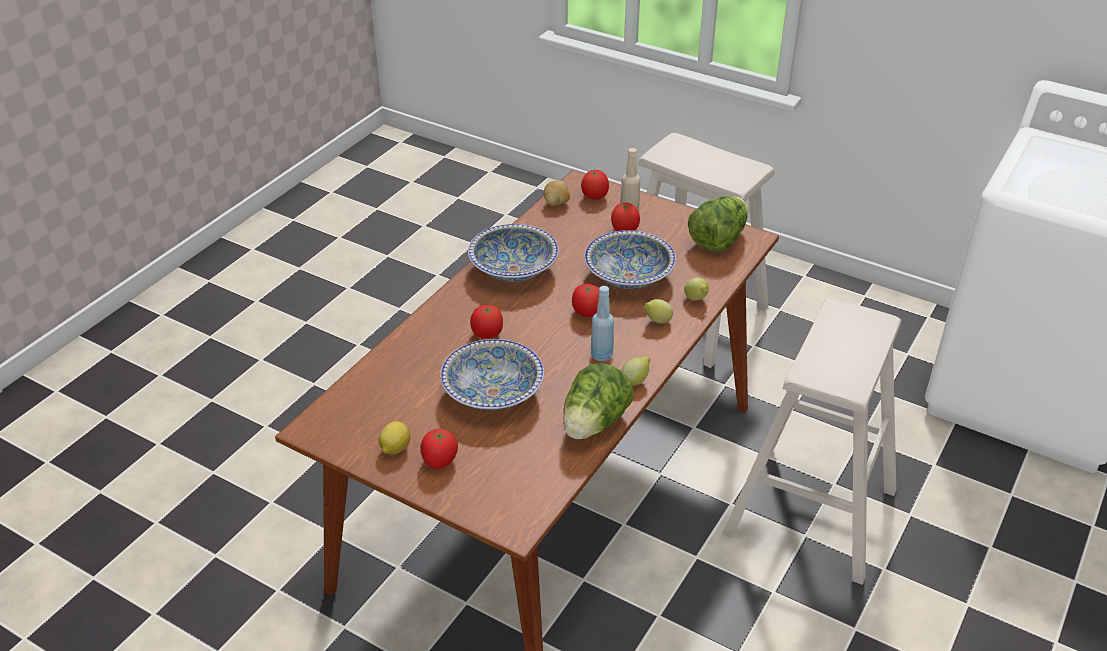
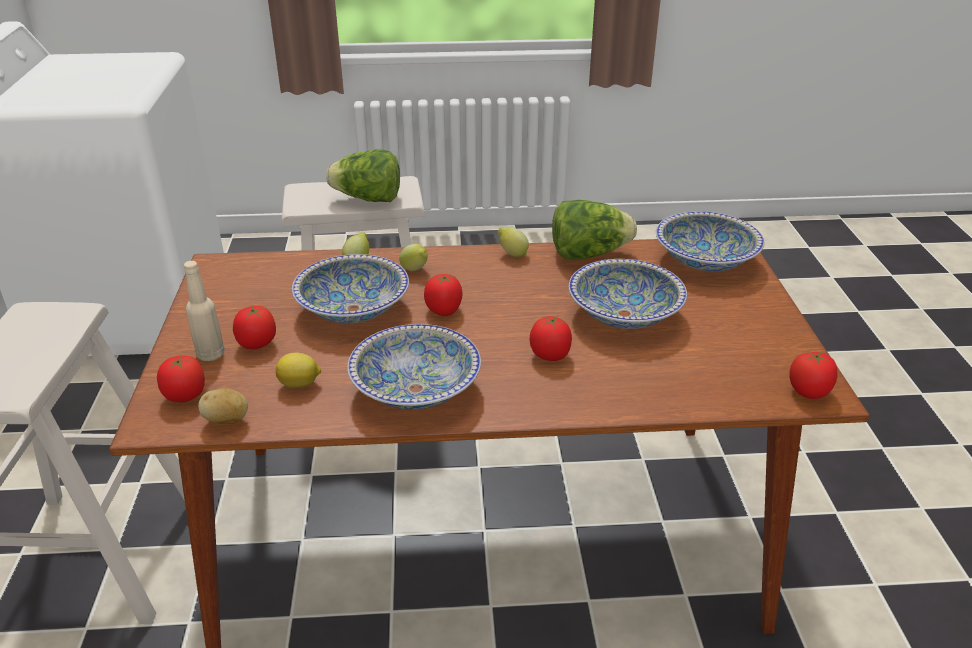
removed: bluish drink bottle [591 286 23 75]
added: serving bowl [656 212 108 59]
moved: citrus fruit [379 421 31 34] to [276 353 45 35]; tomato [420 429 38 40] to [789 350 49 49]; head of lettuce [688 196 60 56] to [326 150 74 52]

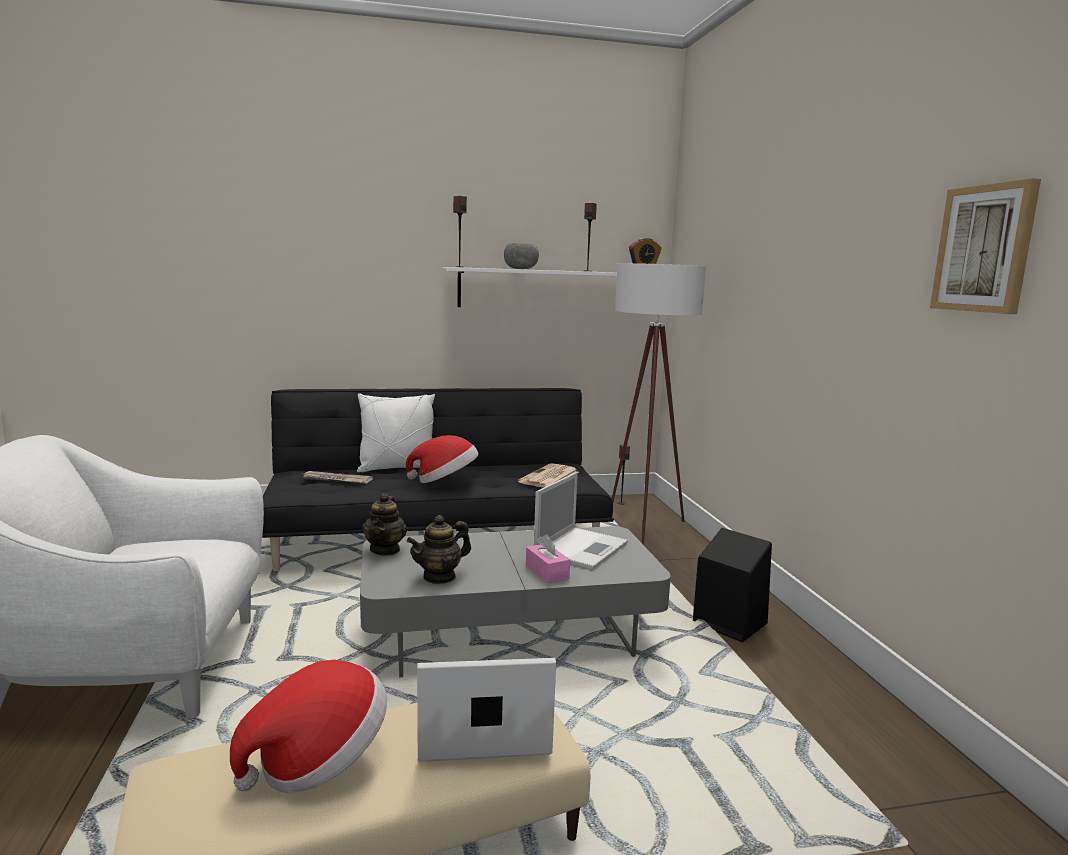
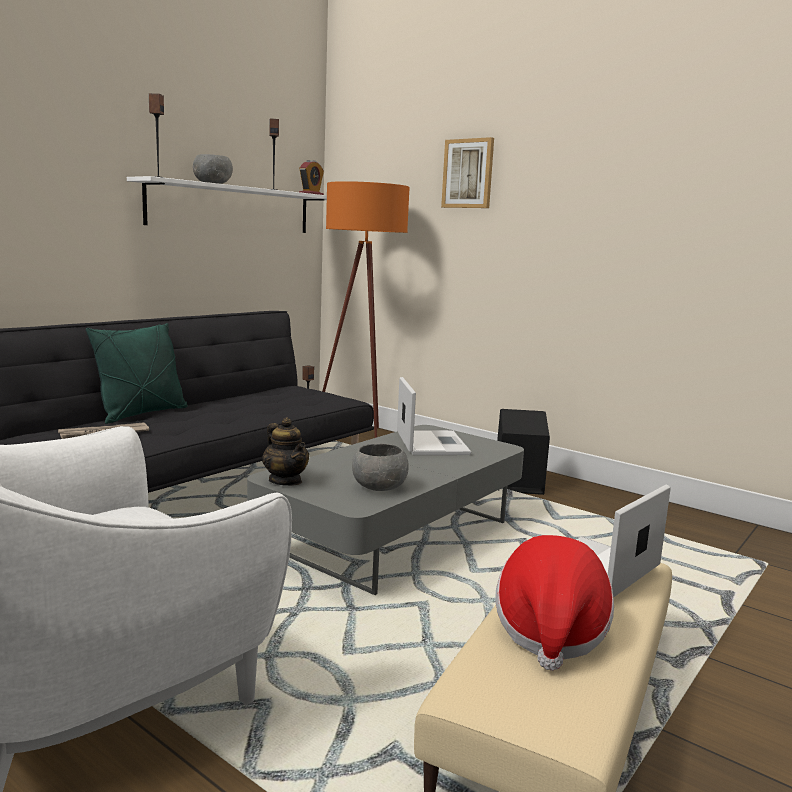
removed: clothing hat [406 435 72 48]; newspaper [518 463 61 25]; pinkish tissue box [526 534 44 49]
moved: wall art [930 178 111 136] to [441 137 53 71]
replaced: tea pot [407 515 64 69] to gray serving bowl [352 444 57 47]
recoloured: white-coloured throw pillow [357 393 78 79] to greenish throw pillow [86 323 102 101]; white-coloured floor lamp [612 263 94 281] to orange-coloured floor lamp [322 181 88 257]

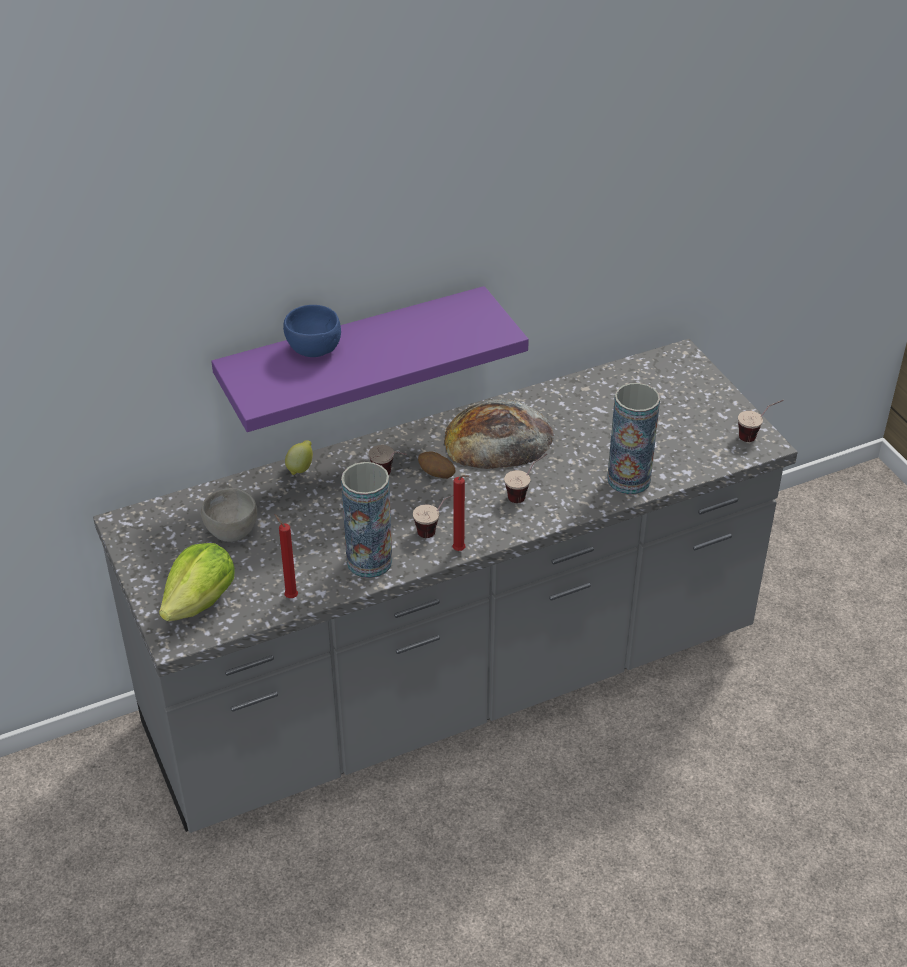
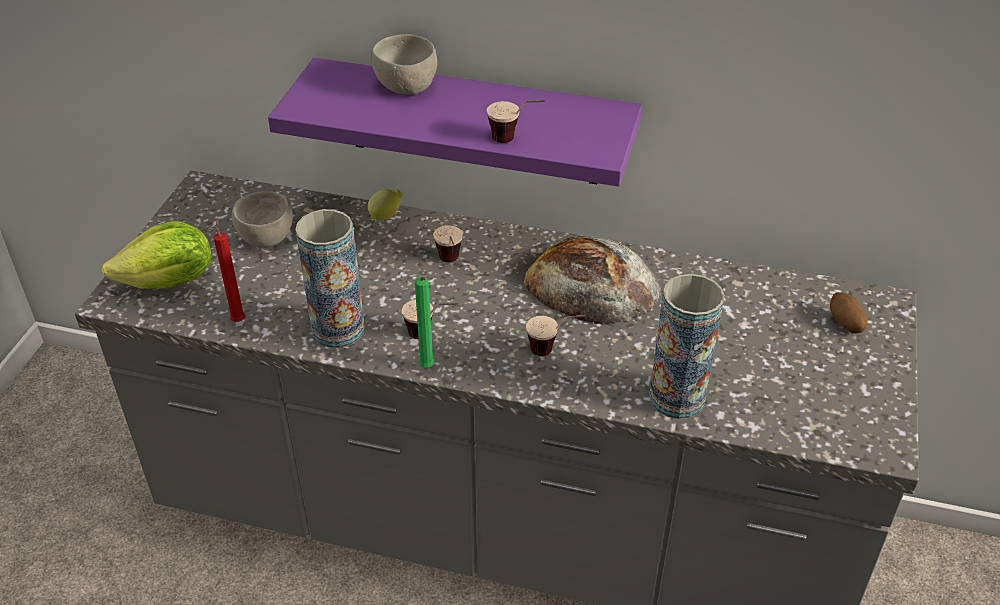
moved: whole potato [418 452 37 27] to [830 292 37 41]; drinking cup [738 400 46 42] to [487 100 57 43]
recoloured: bluish serving bowl [283 305 58 52] to gray serving bowl [371 34 66 61]; red-coloured candle [452 475 17 76] to greenish candle [415 276 20 91]

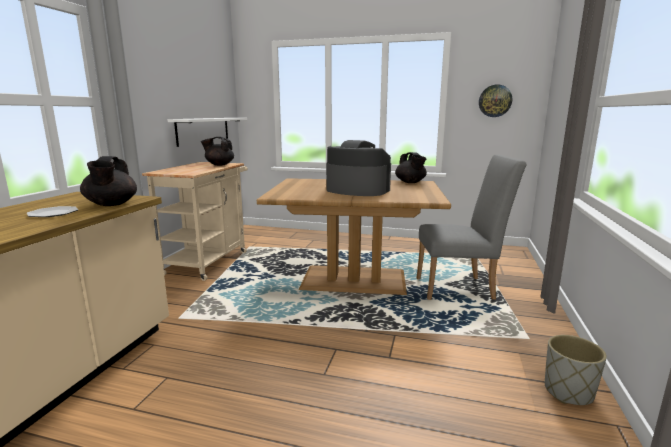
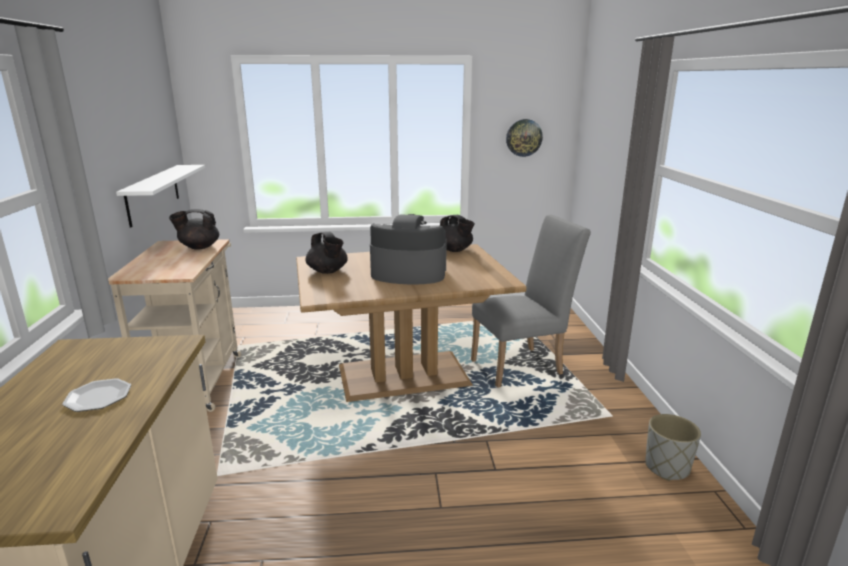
moved: black-coloured tea pot [80 156 57 50] to [305 232 43 42]

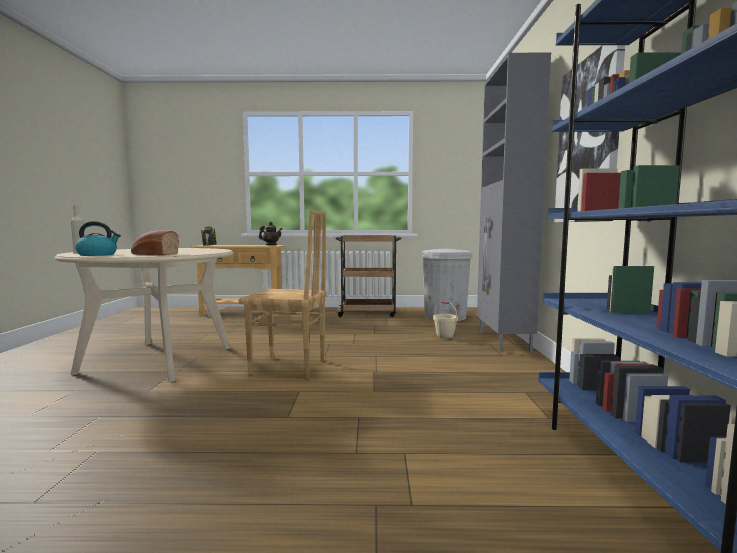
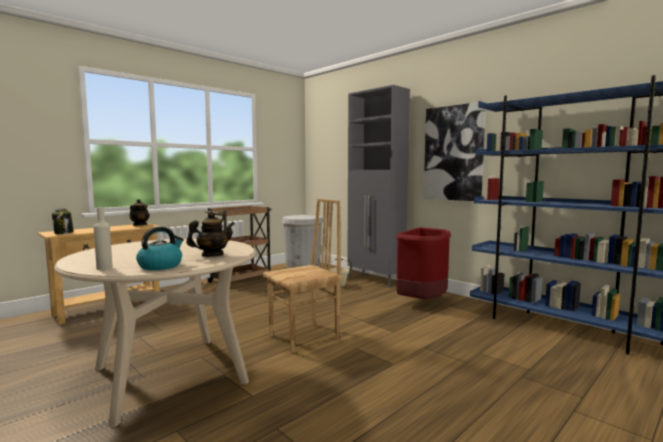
added: red-coloured rubbish bin [396 227 55 72]
replaced: bakery bread [131 230 48 25] to tea pot [186 212 49 45]

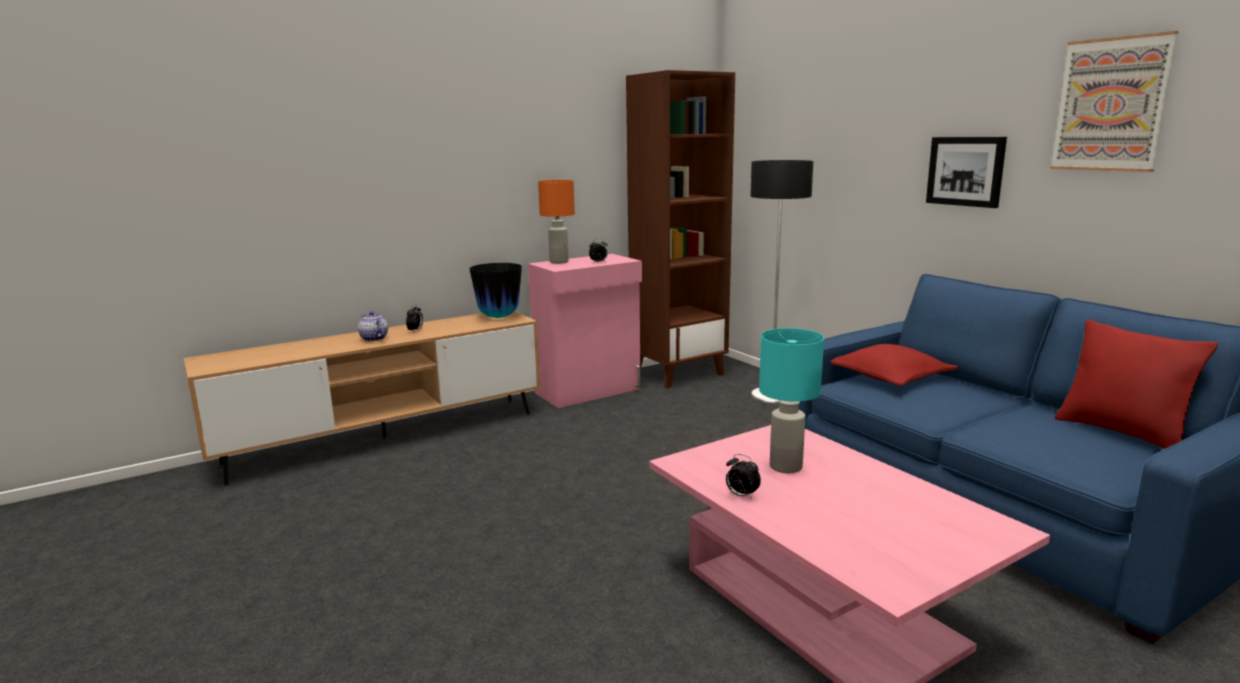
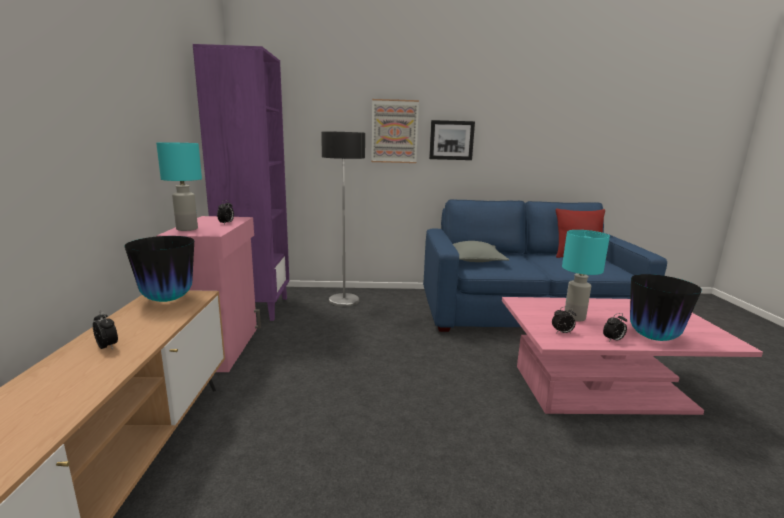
removed: tea pot [358 311 30 30]
added: alarm clock [552 307 24 26]; vase [630 274 72 67]
moved: wall art [1050 31 129 141] to [371 99 48 64]
recoloured: orange-coloured table lamp [538 180 37 84] to turquoise-coloured table lamp [156 142 46 89]; brown-coloured bookshelf [626 70 109 318] to purple-coloured bookshelf [193 44 96 277]; red-coloured throw pillow [830 344 128 43] to gray throw pillow [453 241 56 21]

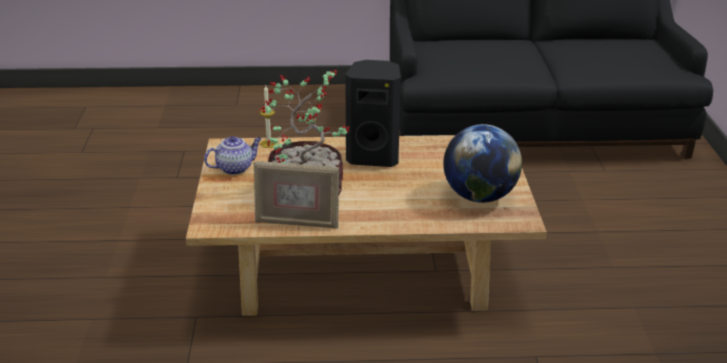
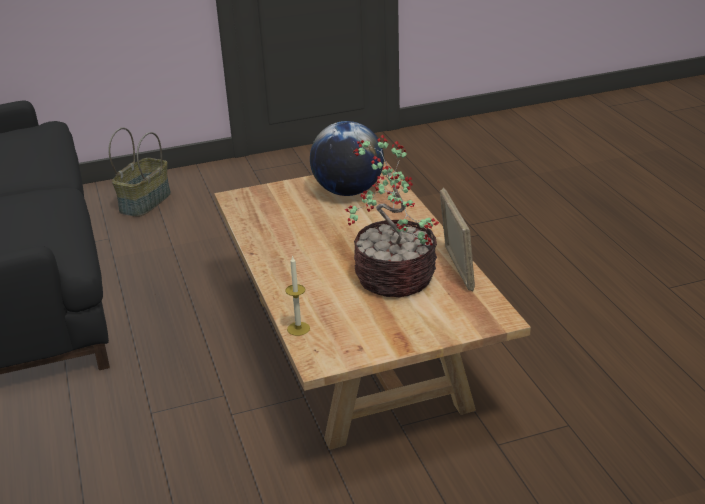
removed: tea pot [204 136 58 39]; black-coloured loudspeaker [345 60 56 107]
added: household basket [108 127 63 90]

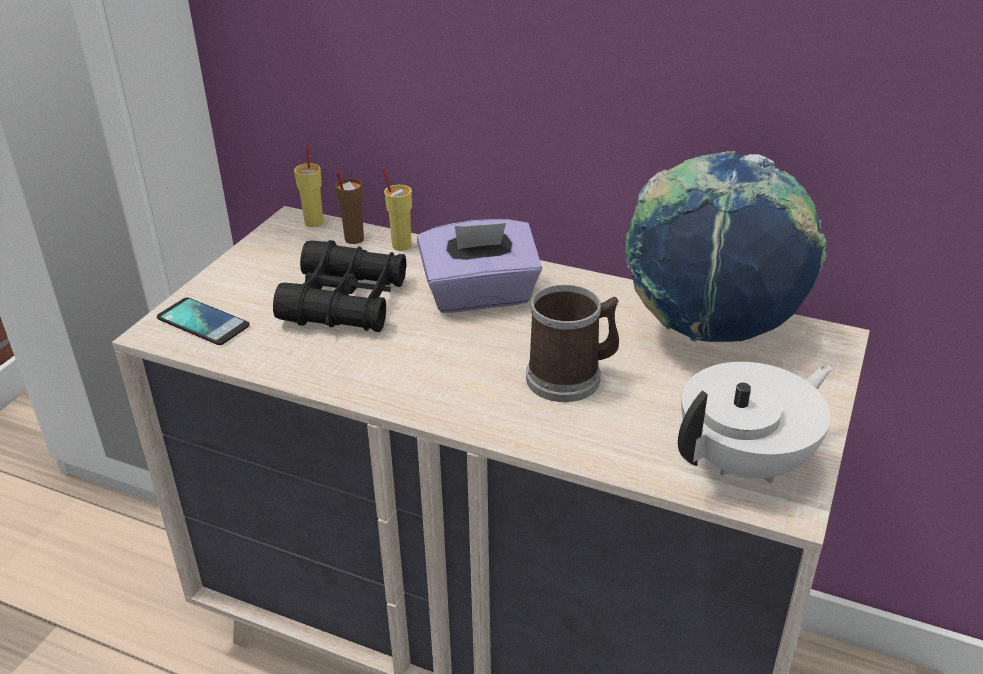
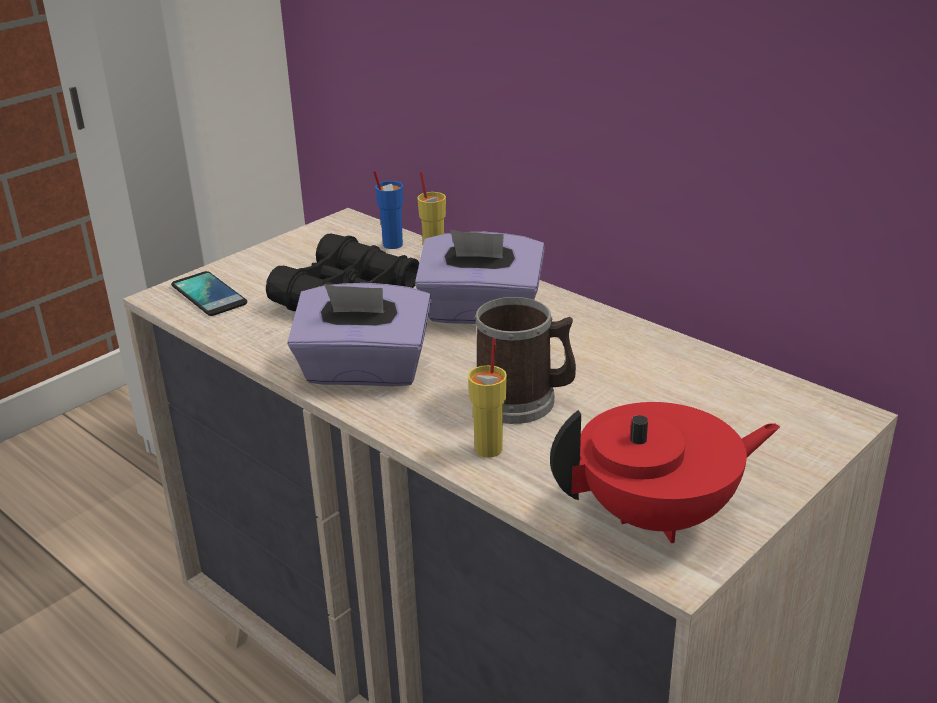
removed: world globe [625 151 202 191]
added: purple-coloured tissue box [288 283 143 103]
moved: yellow-coloured drinking cup [294 144 29 83] to [468 338 39 120]
recoloured: brown-coloured drinking cup [335 172 29 72] to bluish drinking cup [373 170 30 79]; white-coloured tea pot [678 362 155 122] to red-coloured tea pot [550 402 230 141]

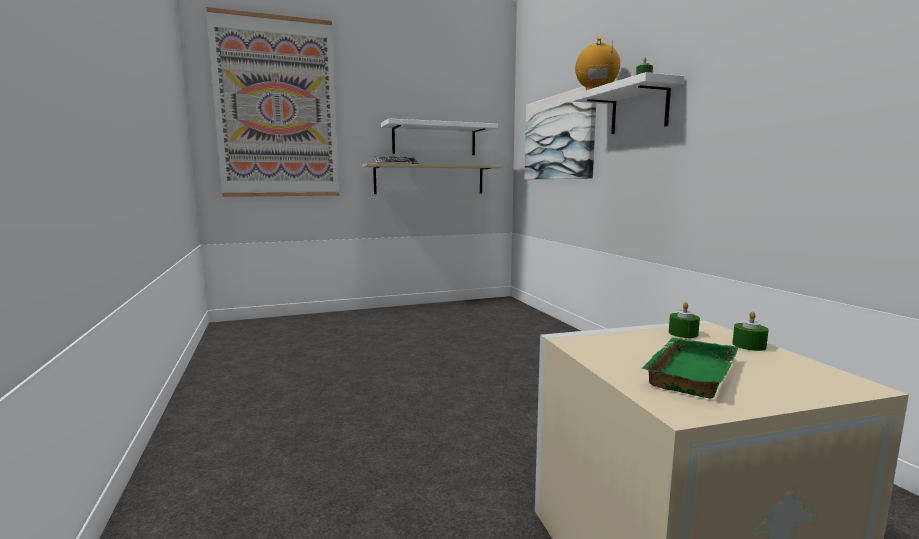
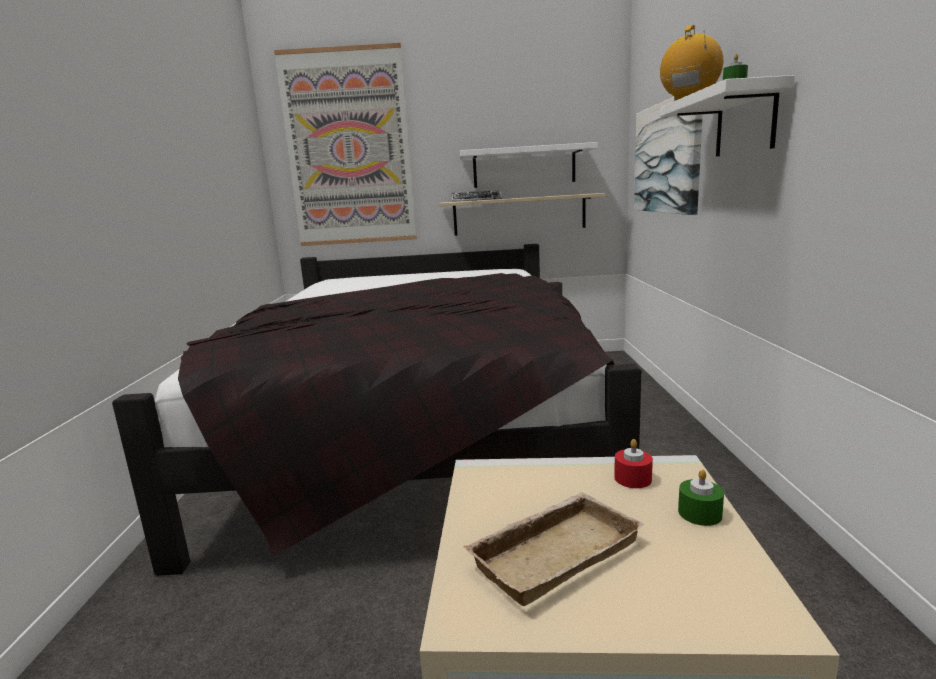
added: black-coloured sleeping bed [112 244 529 332]
recoloured: greenish tray [641 338 97 60] to beige tray [463 492 181 114]; greenish candle [669 302 31 36] to red-coloured candle [614 439 39 49]

